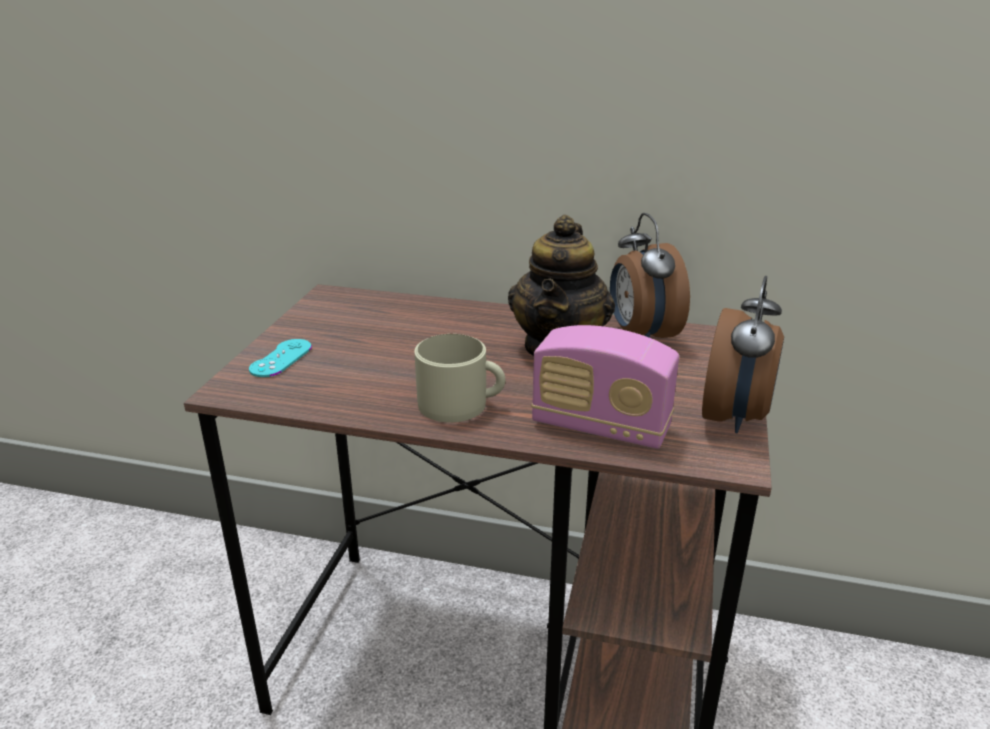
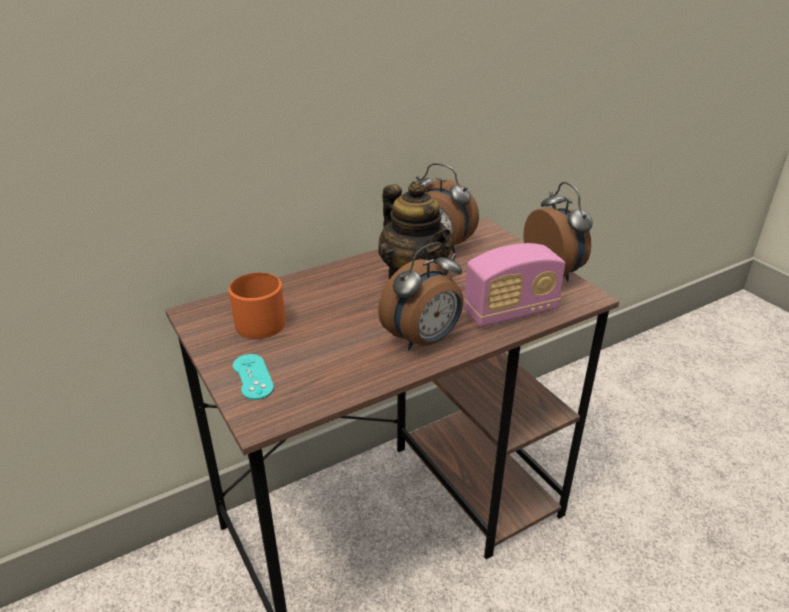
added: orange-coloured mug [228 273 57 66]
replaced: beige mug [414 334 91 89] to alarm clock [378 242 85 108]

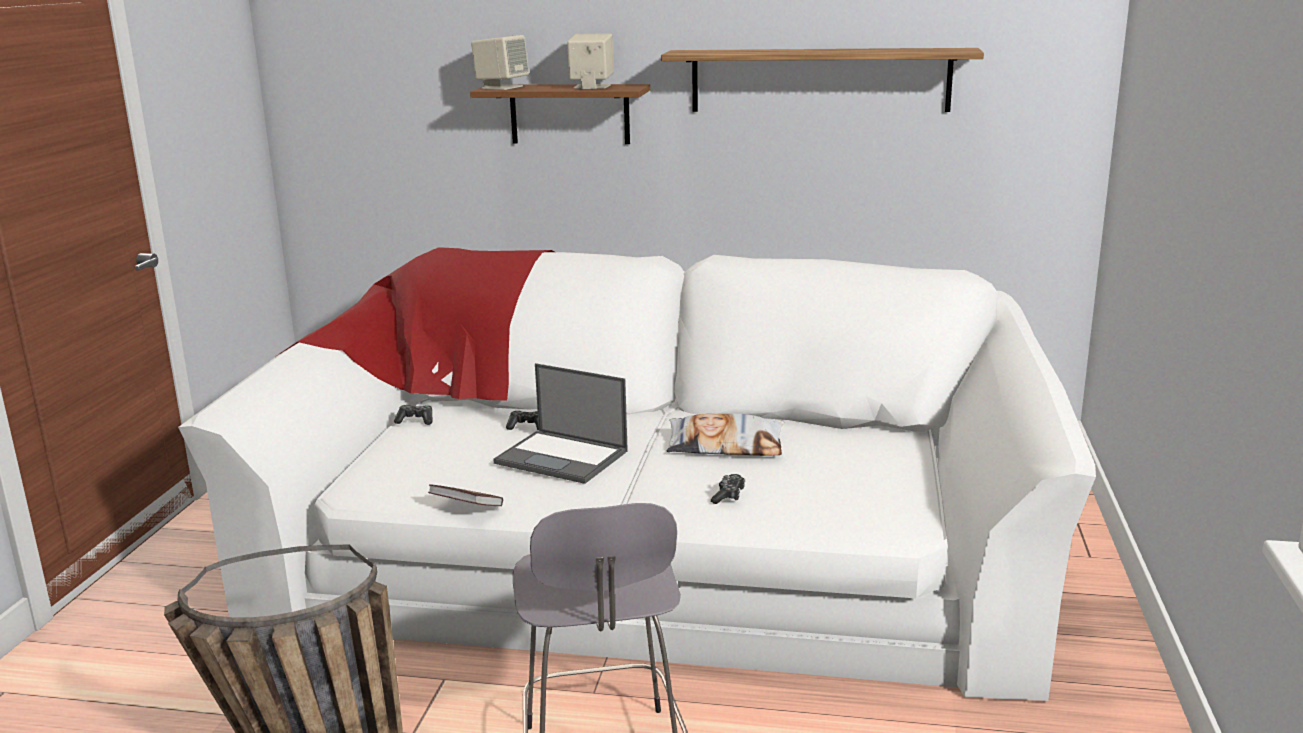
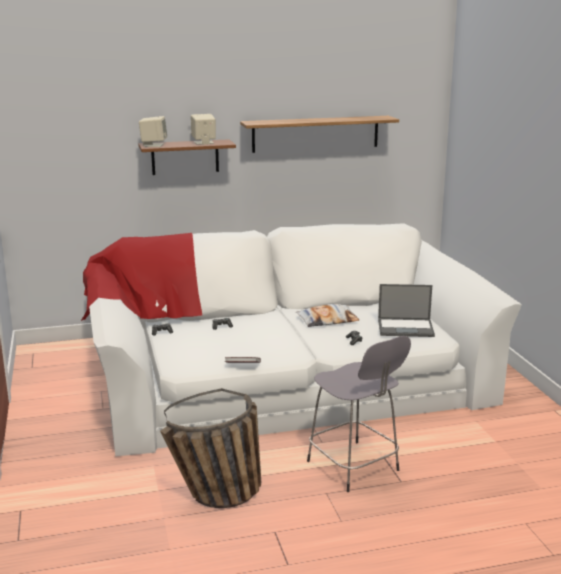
moved: portable computer [493 363 135 121] to [378 284 57 53]

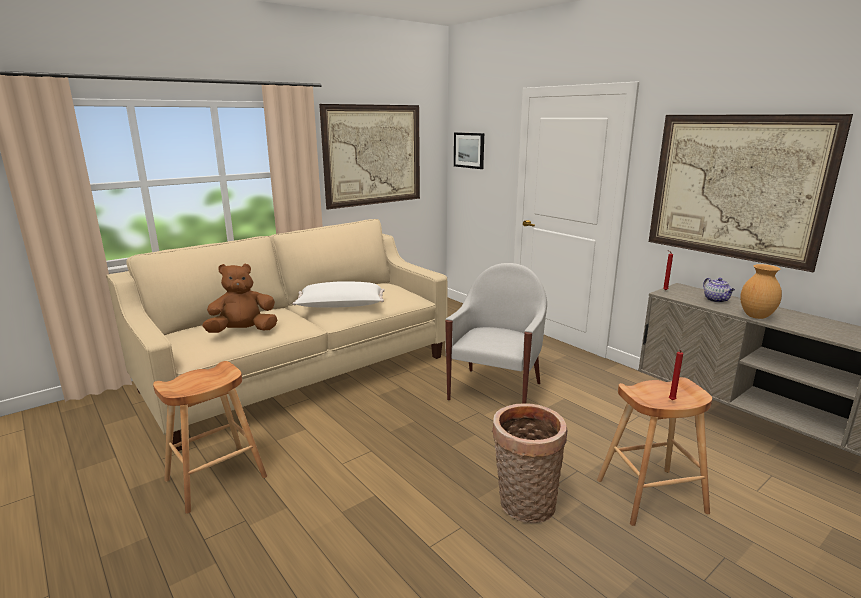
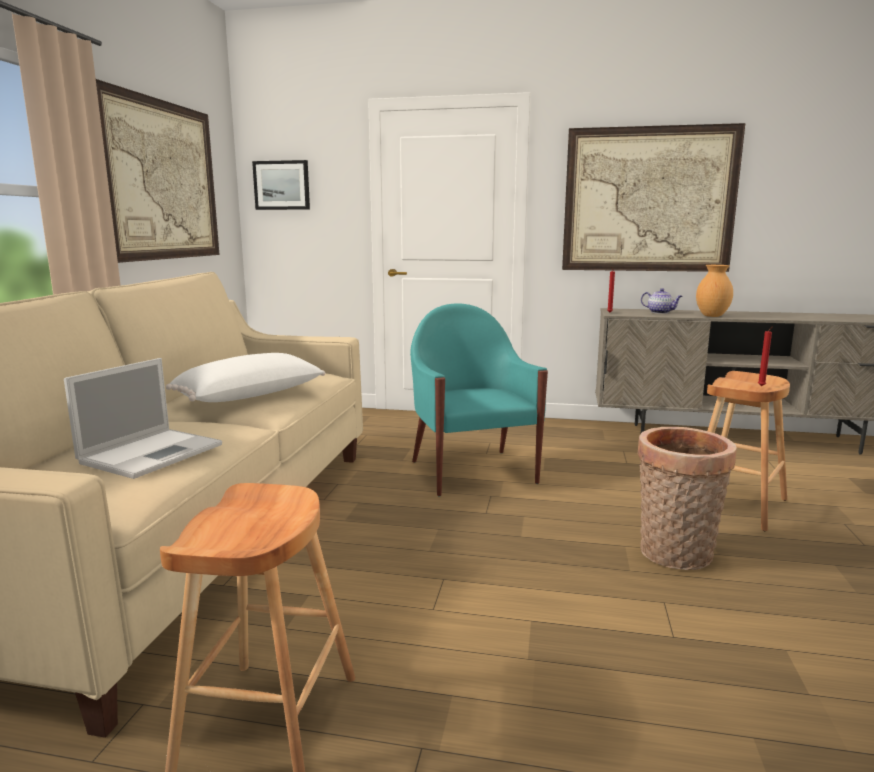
replaced: brown-coloured soft toy [202 264 76 69] to portable computer [64 358 158 121]
recoloured: white-coloured lounge chair [445 263 102 141] to turquoise-coloured lounge chair [410 303 138 193]

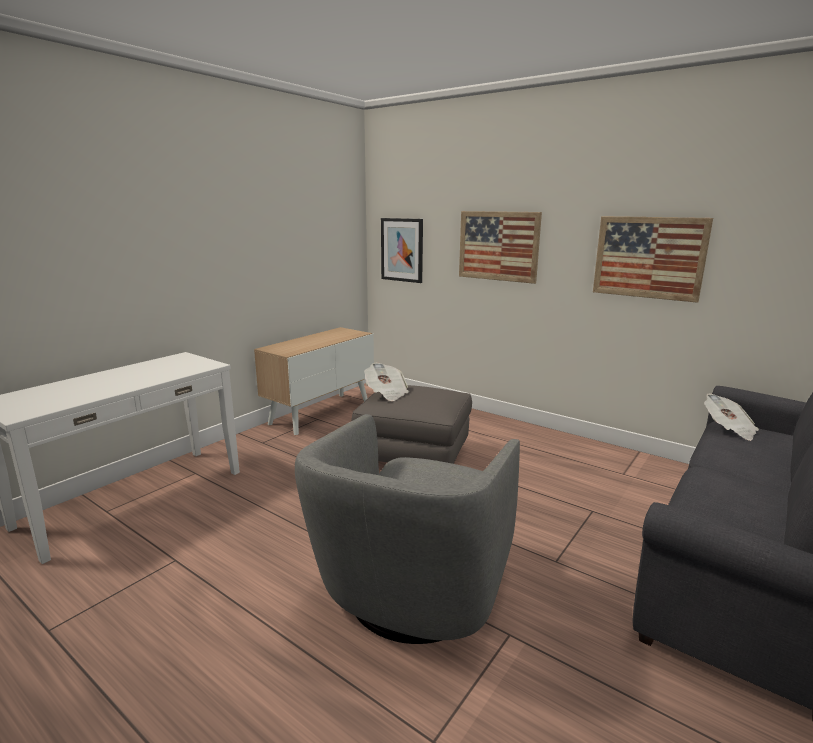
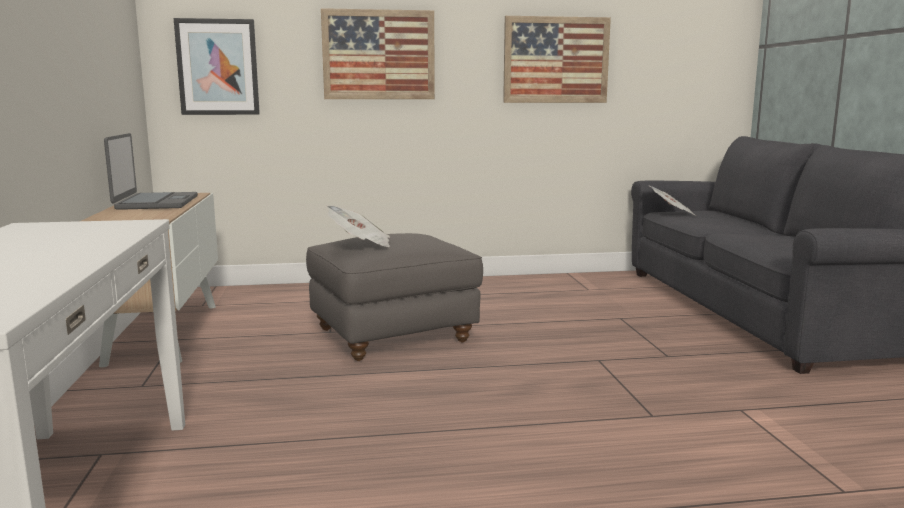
removed: gray lounge chair [295 414 225 230]
added: portable computer [104 133 94 77]

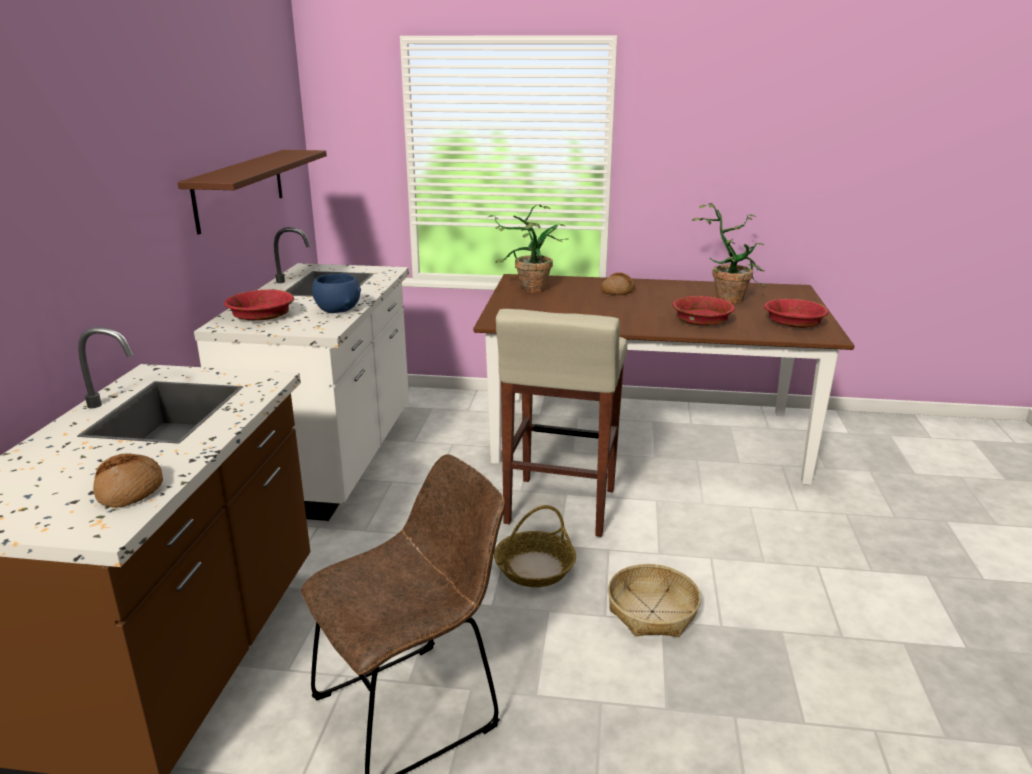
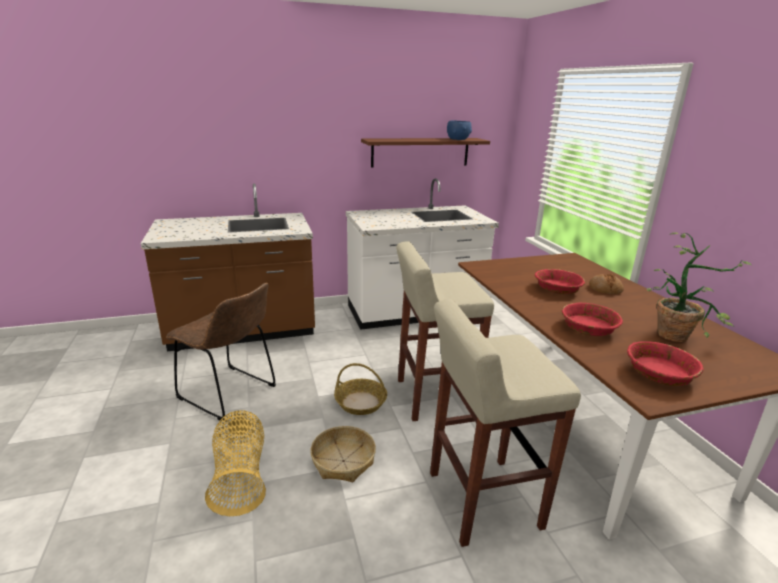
removed: bakery bread [93 454 70 54]; houseplant [489 205 79 88]
added: household basket [205 410 61 106]; beige stool [430 299 151 248]
moved: red-coloured serving bowl [224 290 70 30] to [535 269 50 25]; bluish serving bowl [312 273 49 40] to [447 120 25 20]

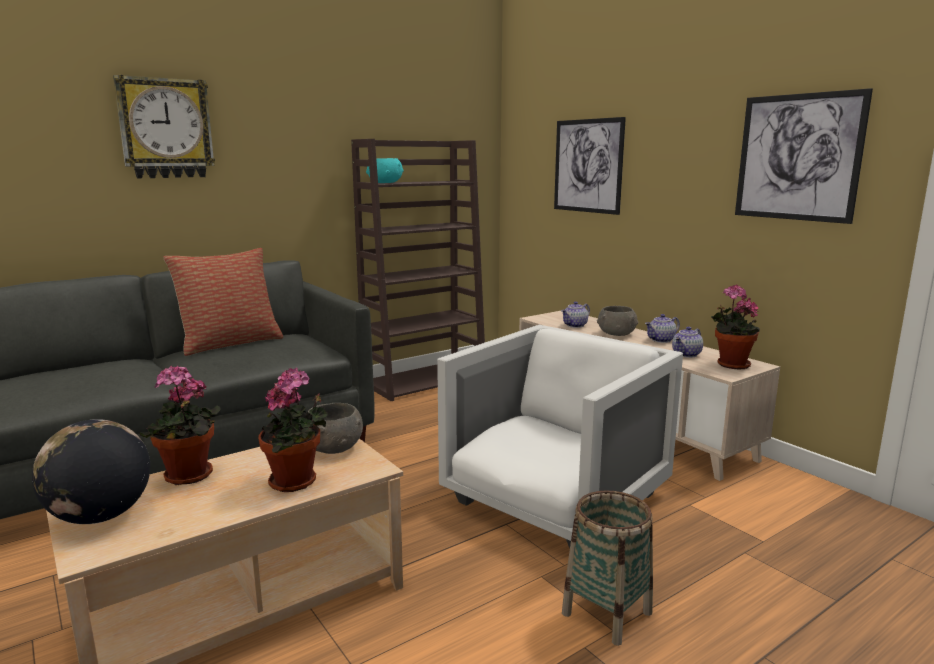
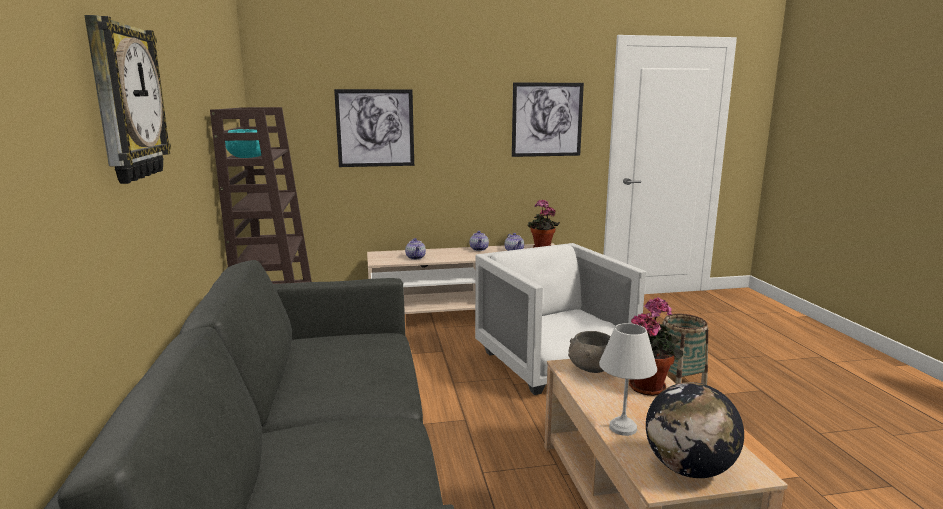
removed: throw pillow [163 248 120 108]; gray serving bowl [597 306 41 30]
replaced: houseplant [140 365 81 120] to white-coloured table lamp [599 323 58 113]

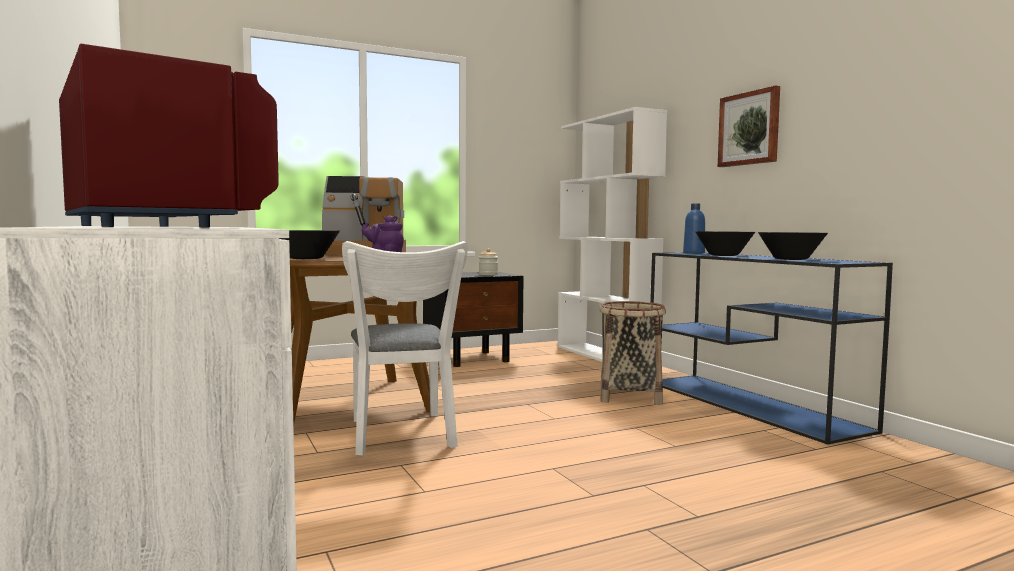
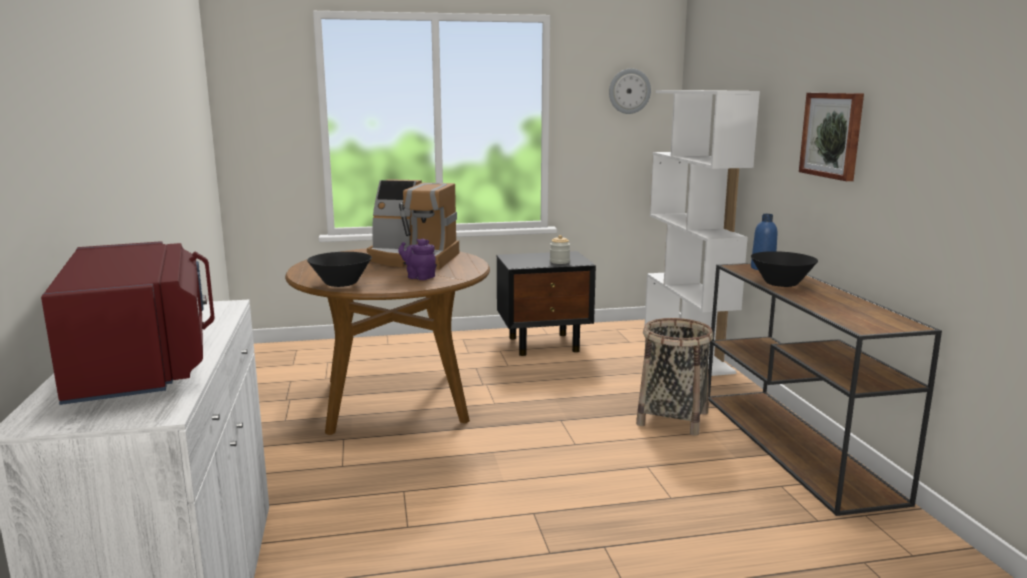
removed: white-coloured chair [342 241 126 214]; black-coloured serving bowl [758 232 70 28]
added: clock on the wall [609 68 42 46]
recoloured: bluish console table [650 252 243 193] to brown-coloured console table [708 263 234 253]

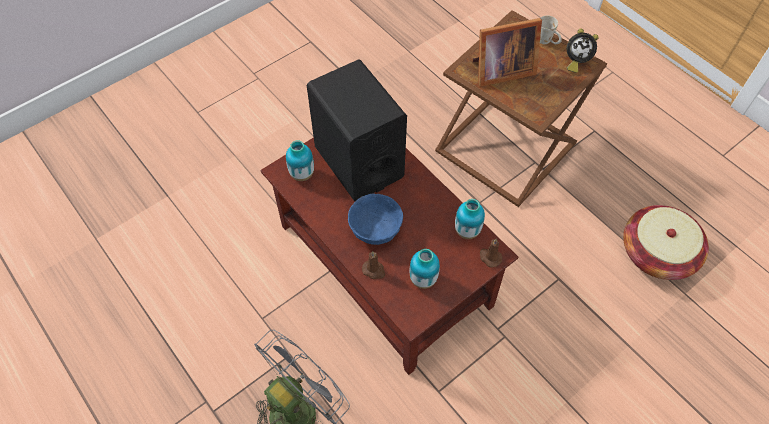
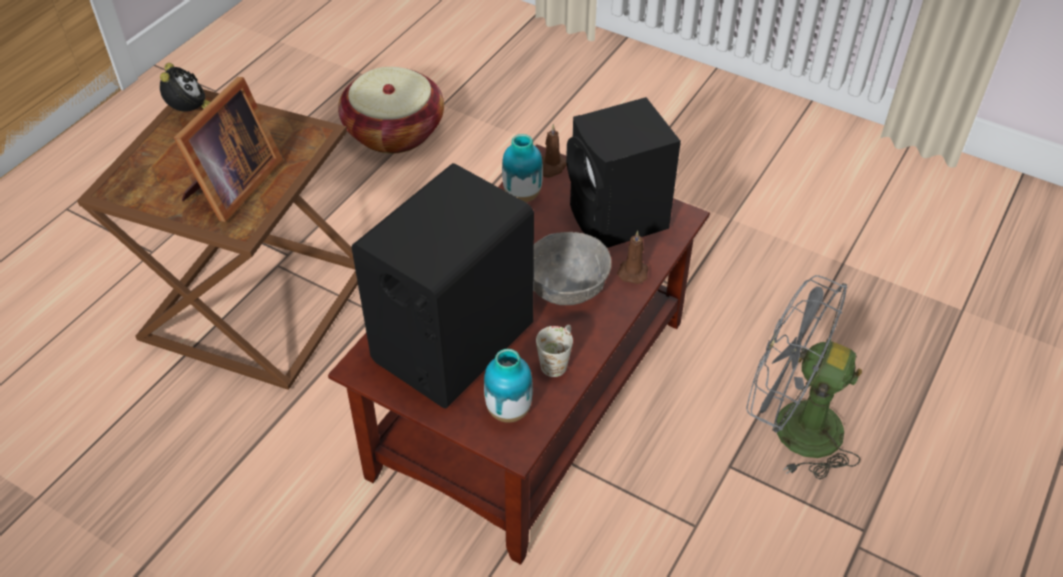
moved: white-coloured mug [540 15 22 29] to [536 325 37 52]
replaced: vase [410 249 30 40] to black-coloured loudspeaker [566 97 115 151]
recoloured: bluish serving bowl [348 193 55 52] to gray serving bowl [534 232 78 73]
turned: standing frame [473 18 69 69] = [174 77 109 145] 60 degrees clockwise

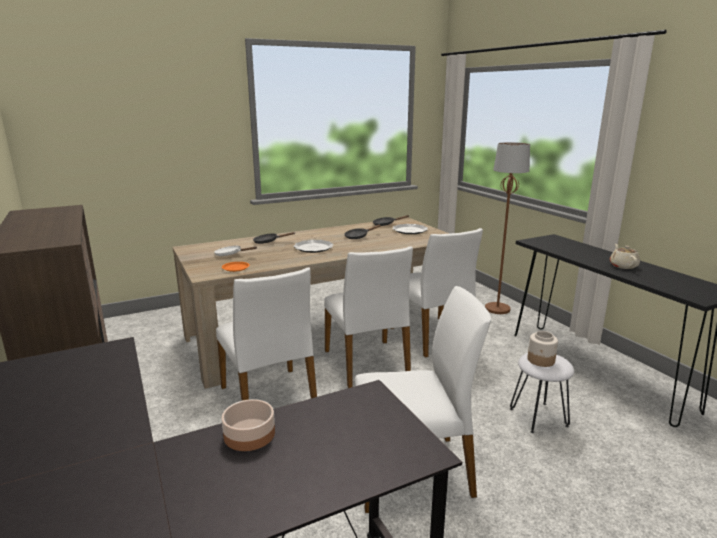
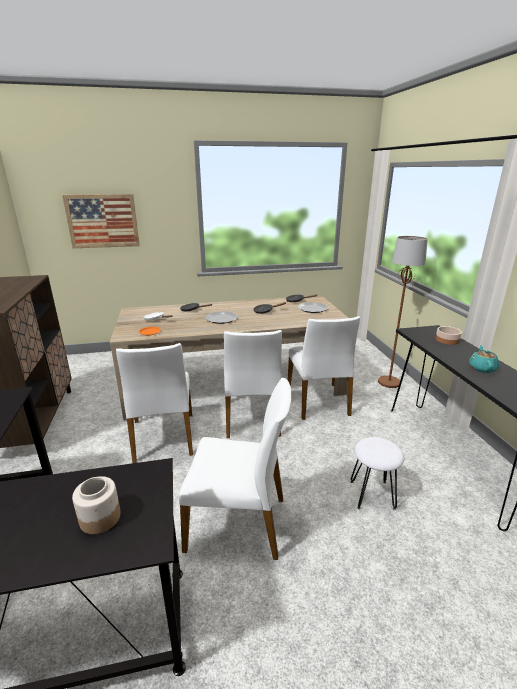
added: wall art [62 194 78 54]
moved: serving bowl [221 399 54 52] to [436 326 26 19]; jar [527 331 31 36] to [72 476 49 58]
recoloured: beige tea pot [610 244 30 25] to turquoise-coloured tea pot [469 345 30 28]

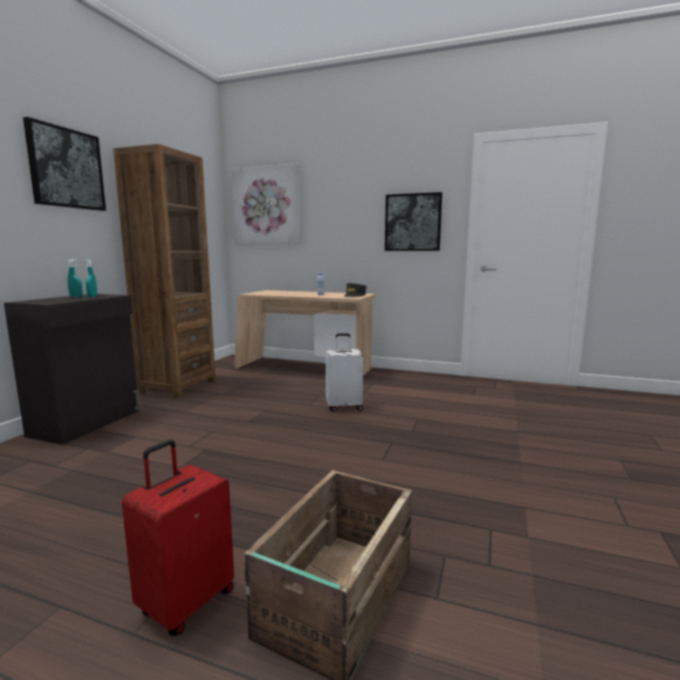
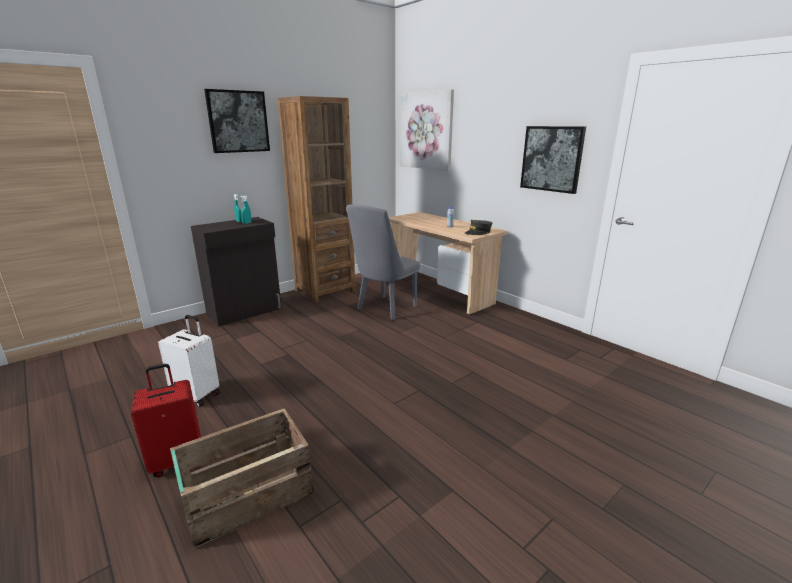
added: gray chair [347 204 73 116]
moved: white-coloured travel case [326 333 37 78] to [158 315 62 92]

